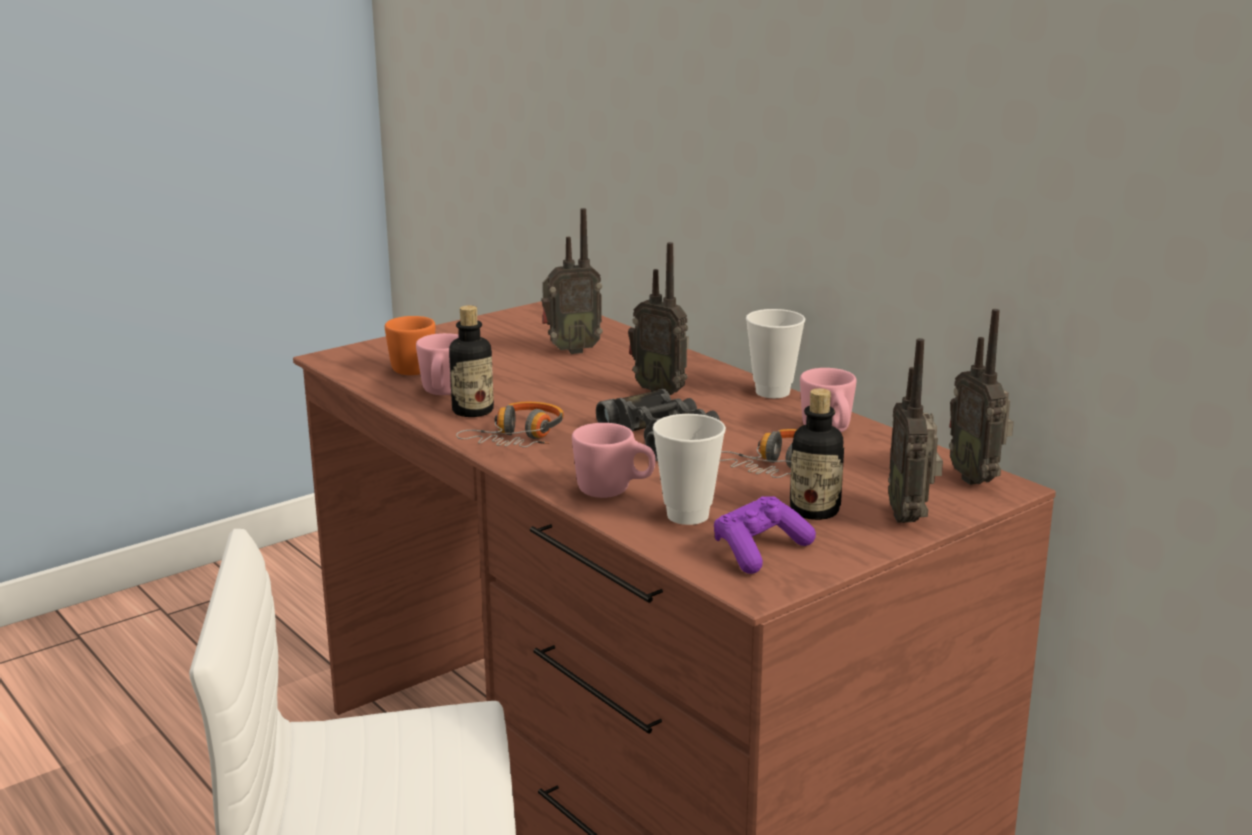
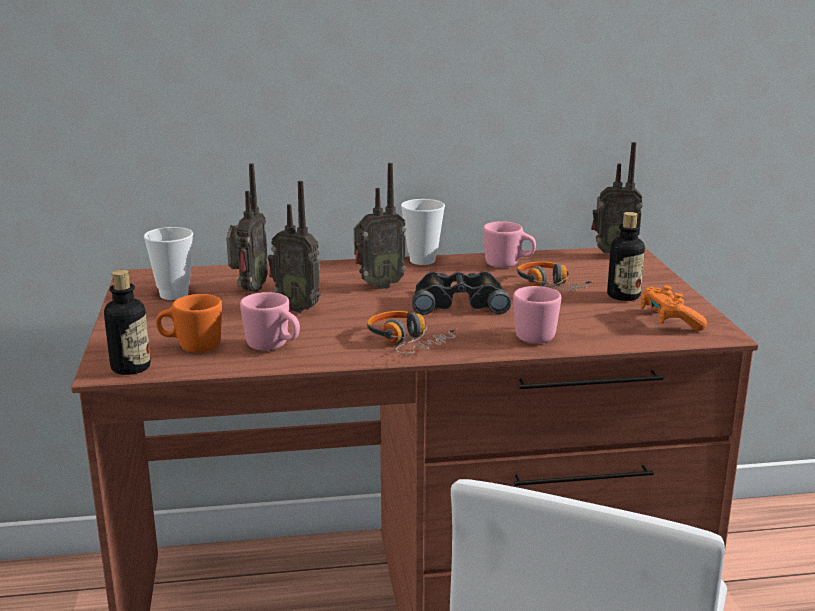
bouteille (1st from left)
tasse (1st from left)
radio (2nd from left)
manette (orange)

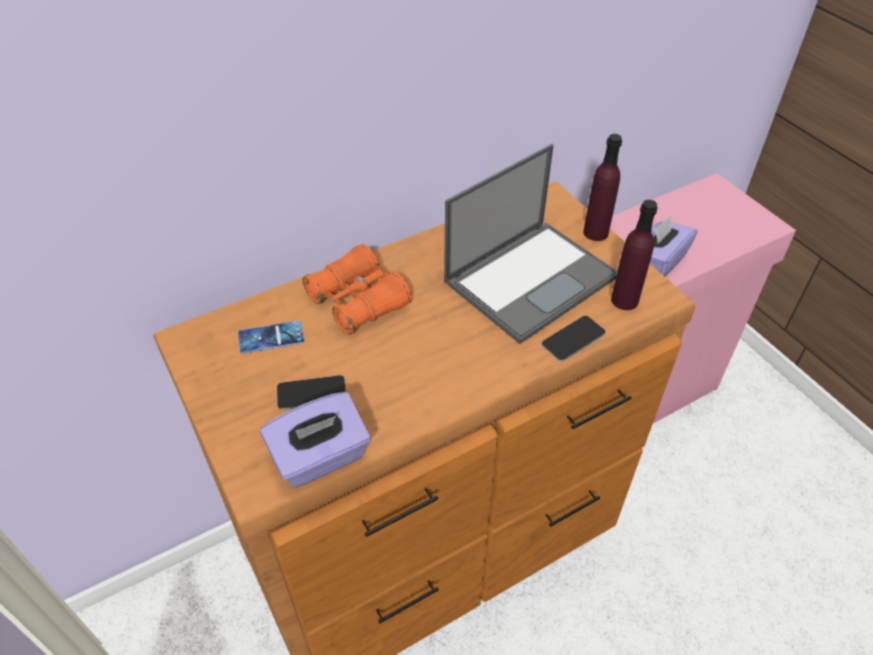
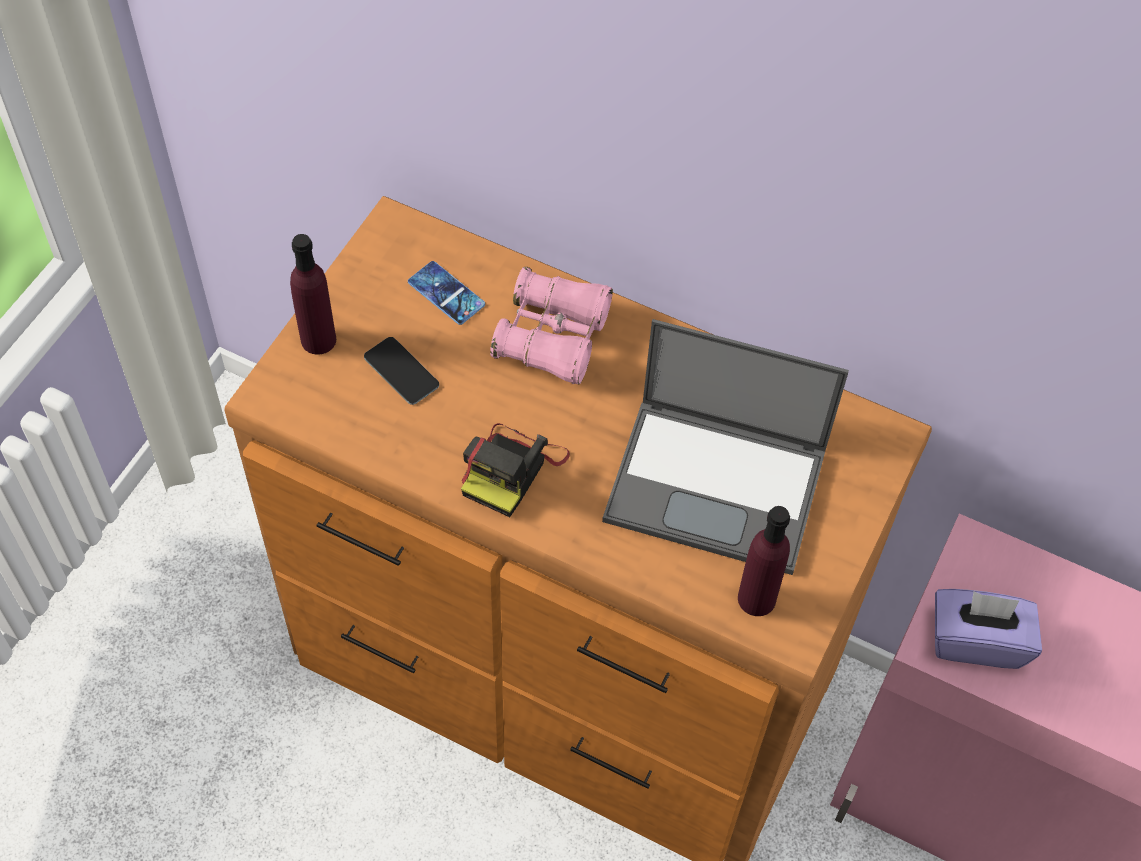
boîte à mouchoirs (violet) (1st from left in the first image)
téléphone (3rd from left in the first image)
appareil photo
bouteille (violet) (1st from left)
jumelles (rose)

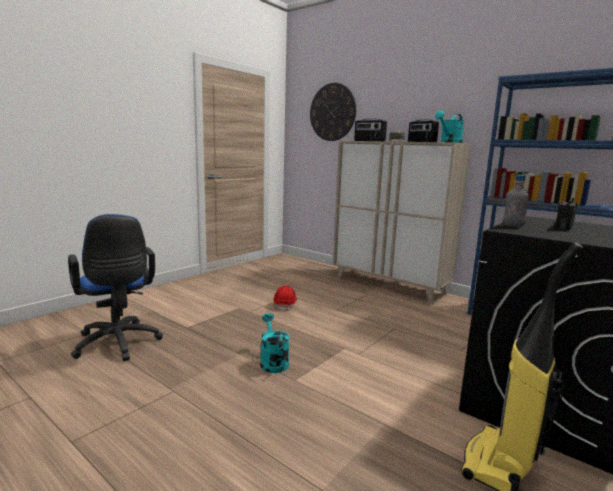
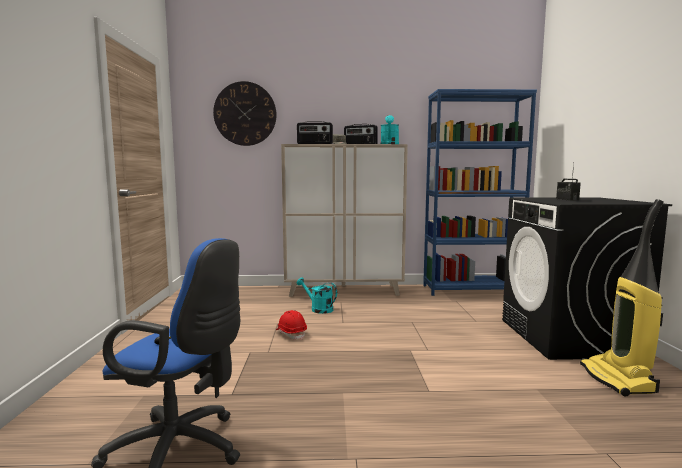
bouteille (gris)
arrosoir (turquoise) (1st from left)

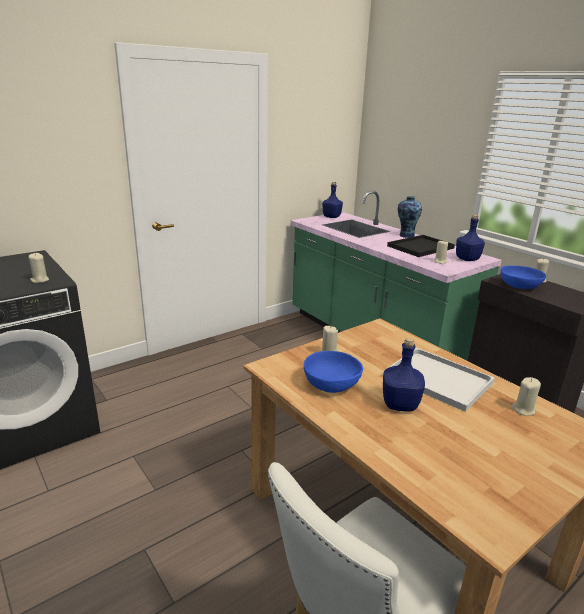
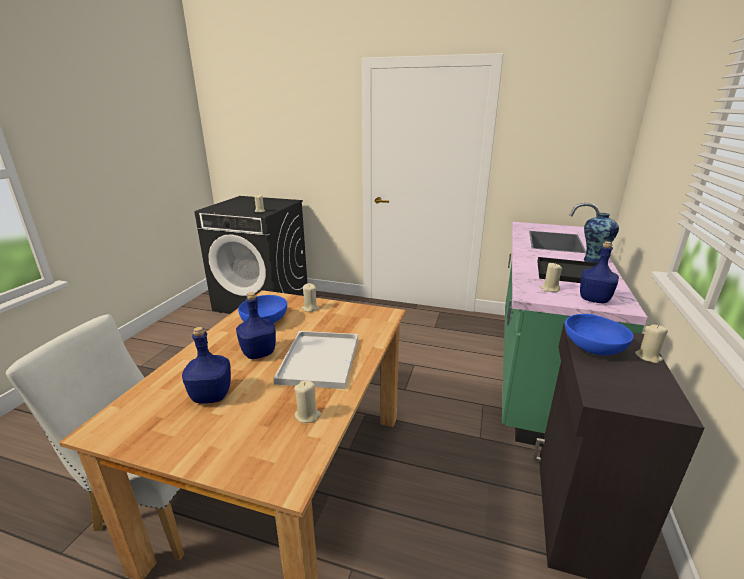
bouteille (bleu) (1st from left)

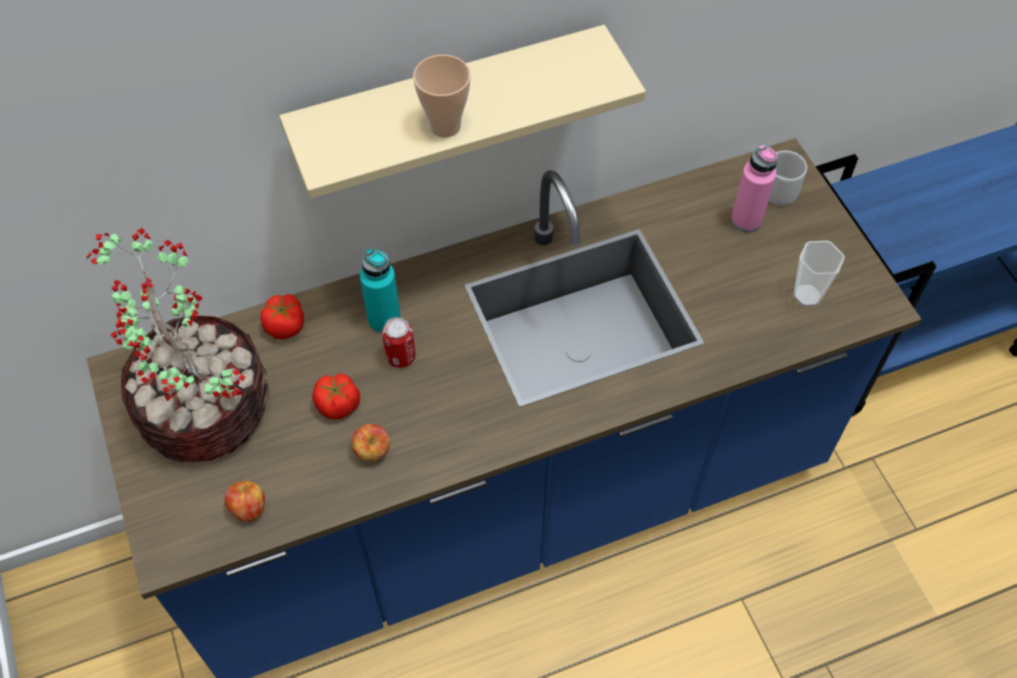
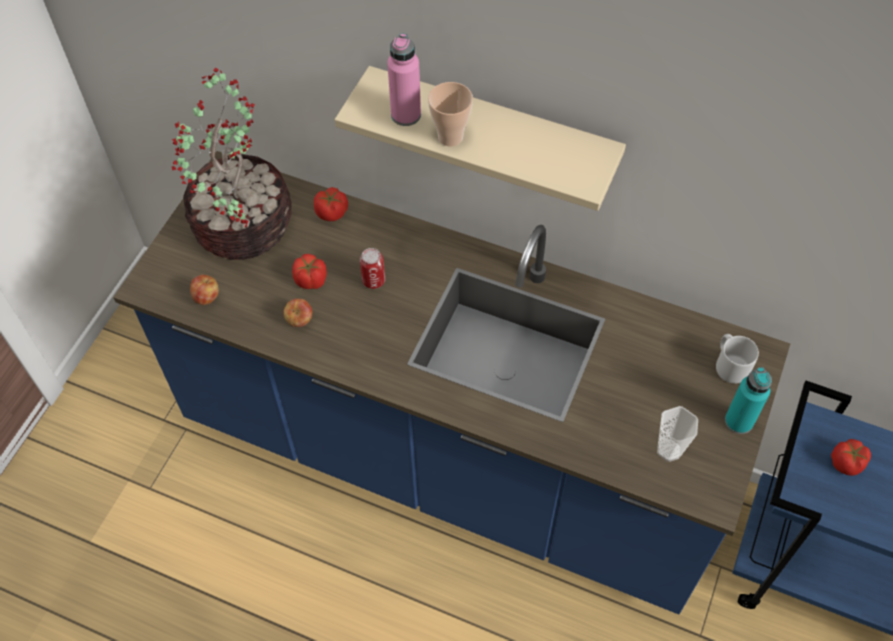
tomate (3rd from left)
bouteille (turquoise)
bouteille (rose)

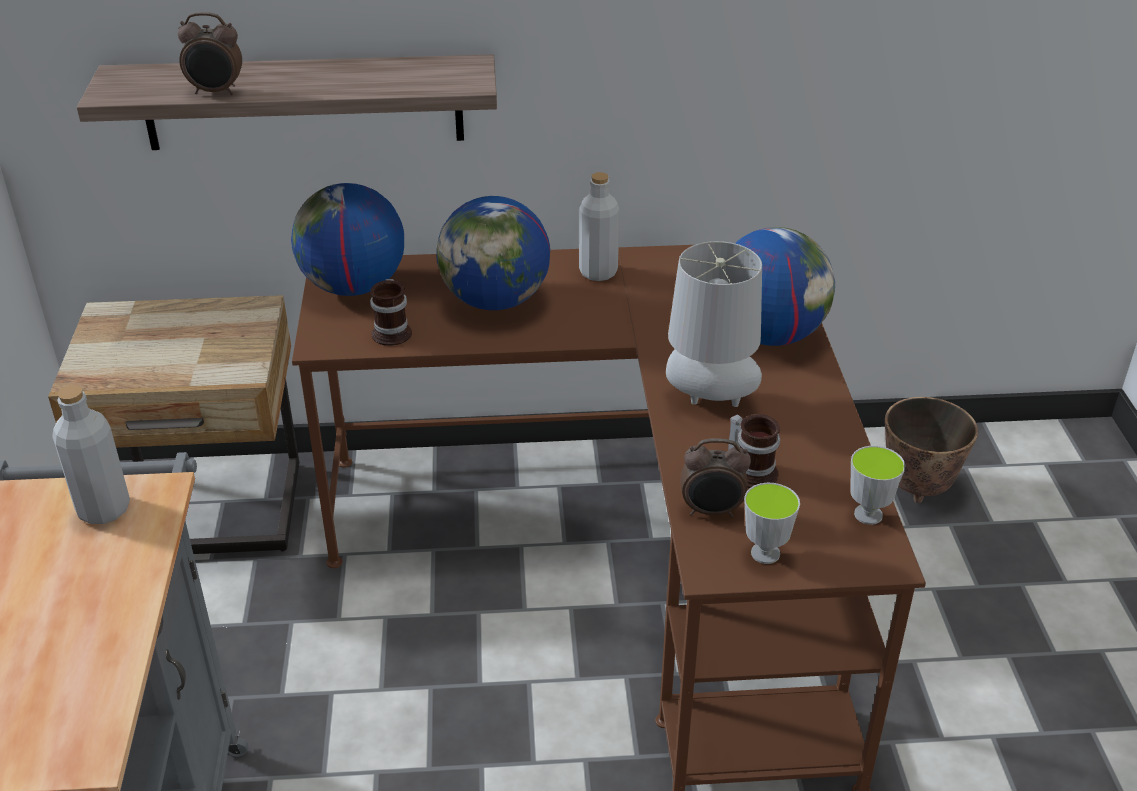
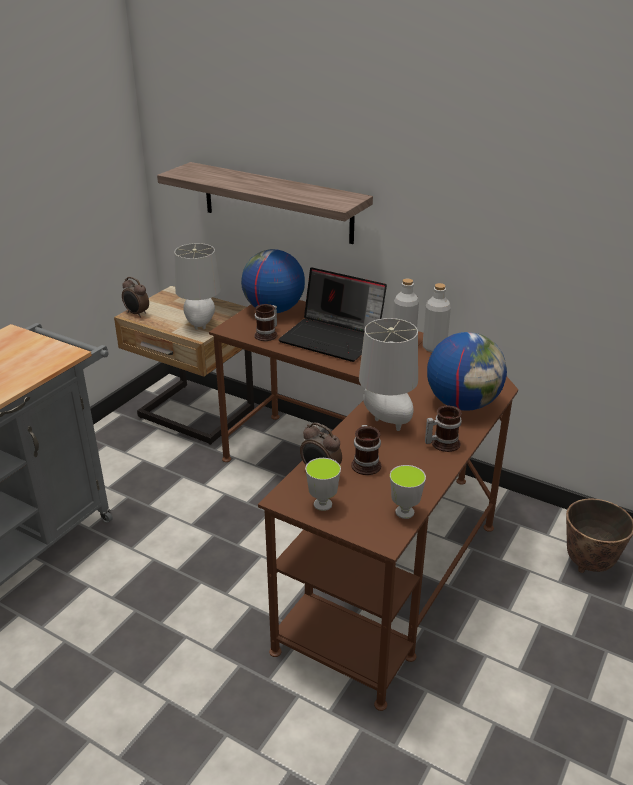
lampe de table (gris) (1st from left)
mug (3rd from left)
bouteille (gris) (2nd from left)
réveil (1st from left)
ordinateur portable

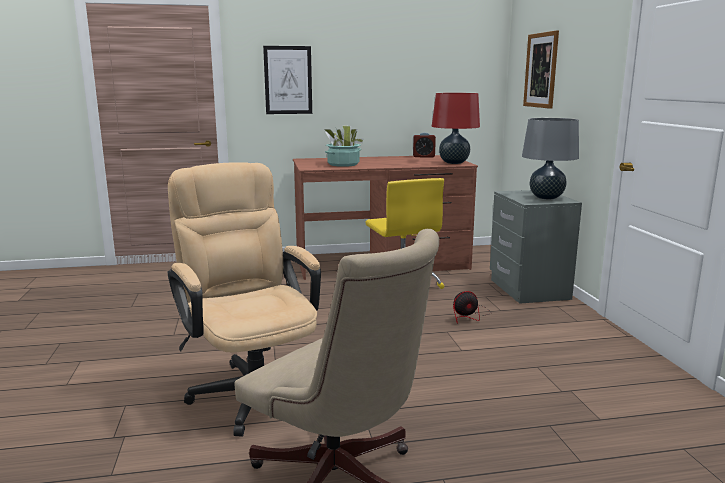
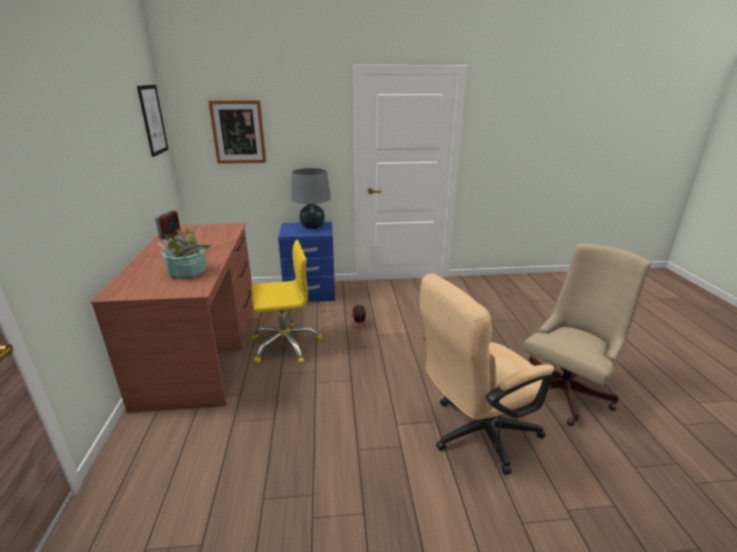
lampe de table (rouge)
tableau (1st from left)
table de chevet (bleu)

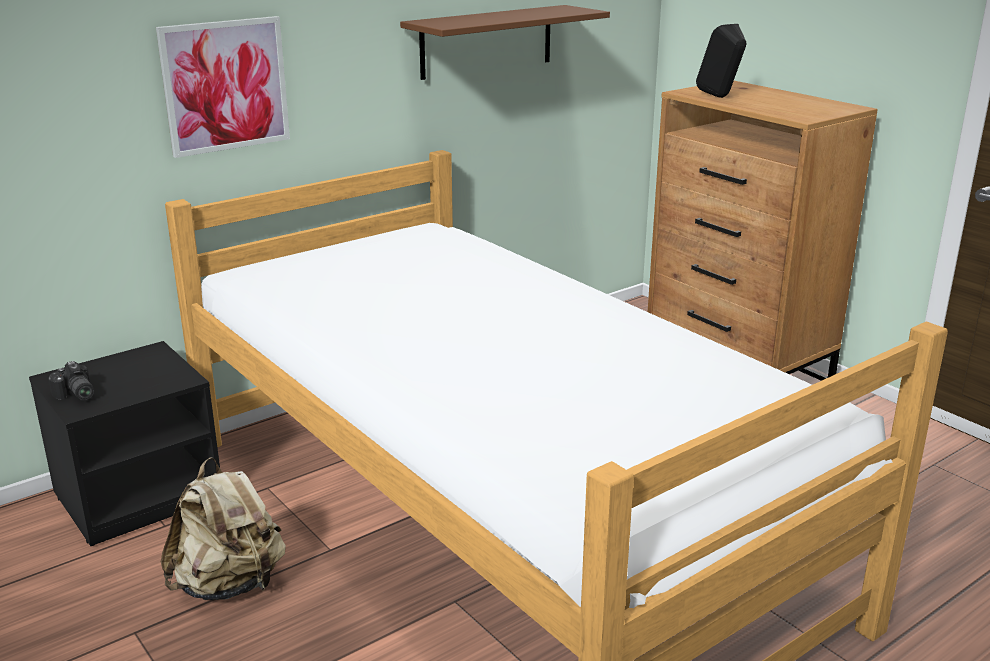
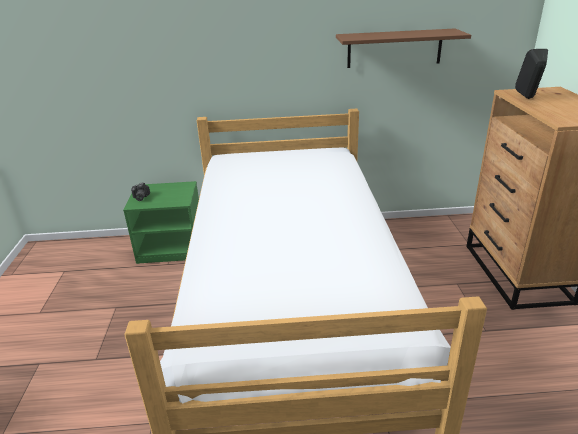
tableau
sac à dos (beige)
table de chevet (vert)

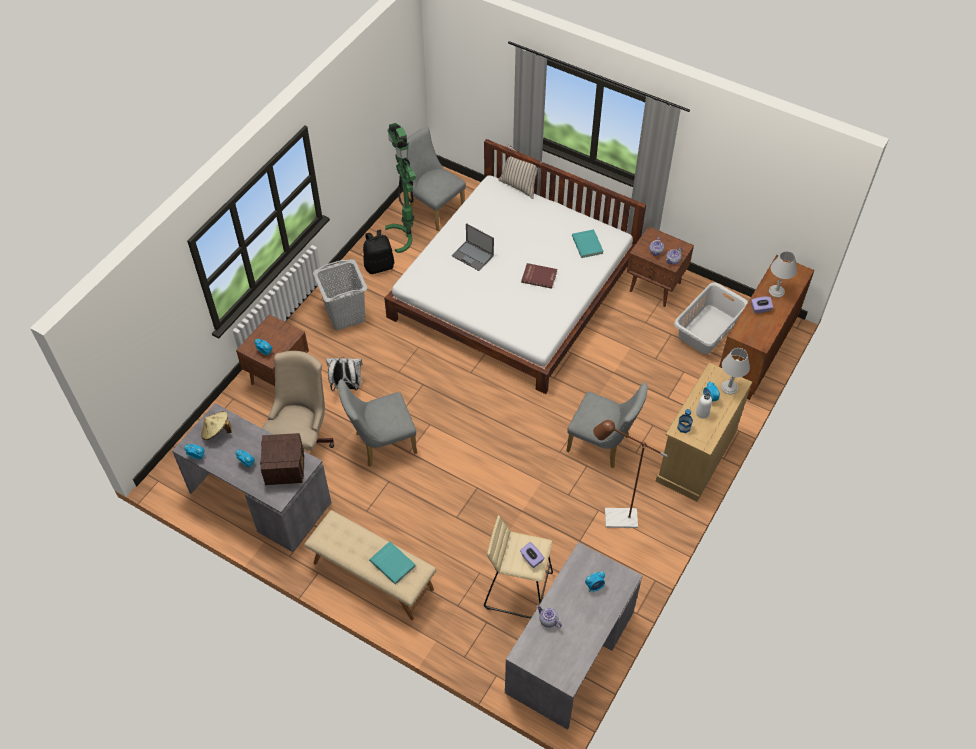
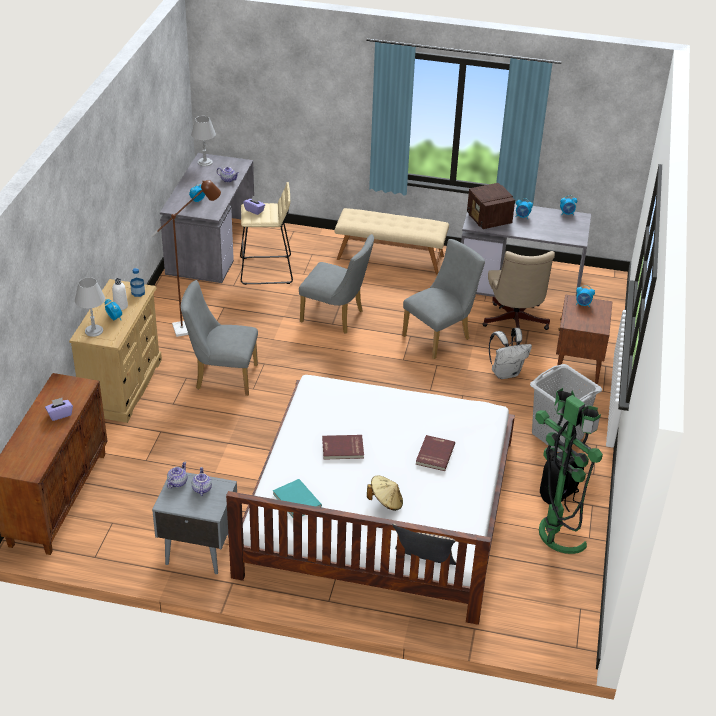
livre (turquoise) (1st from left in the first image)
panier à linge (gris) (2nd from left in the first image)
chapeau (beige)
chaise (gris) (2nd from left)
lampe de table (gris) (2nd from left)
livre (rouge) (2nd from left)
table de chevet (gris)

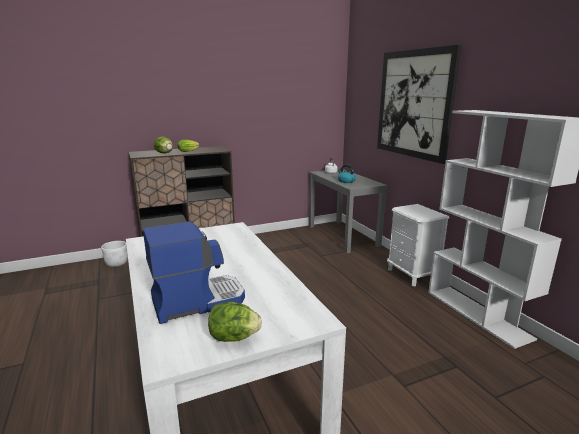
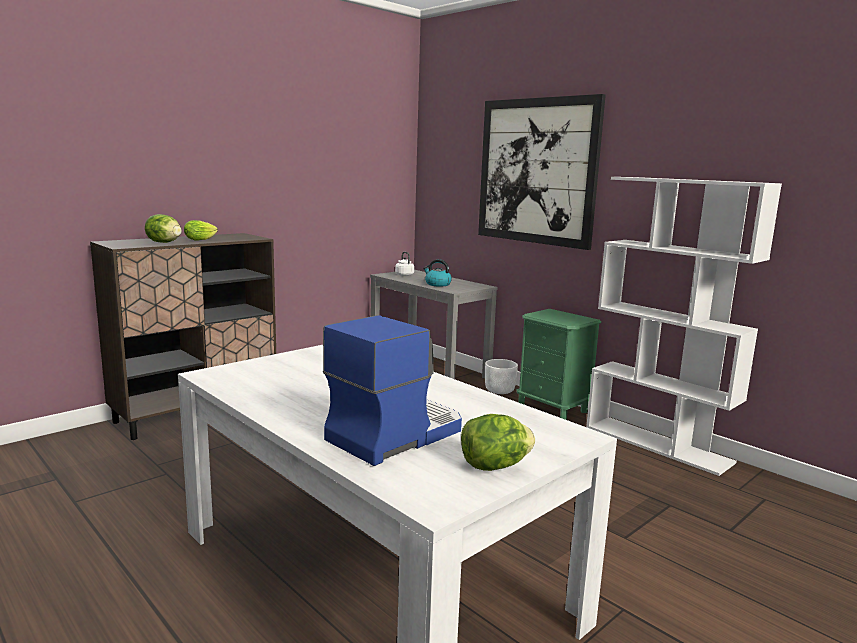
cache-pot (blanc)
table de chevet (vert)

